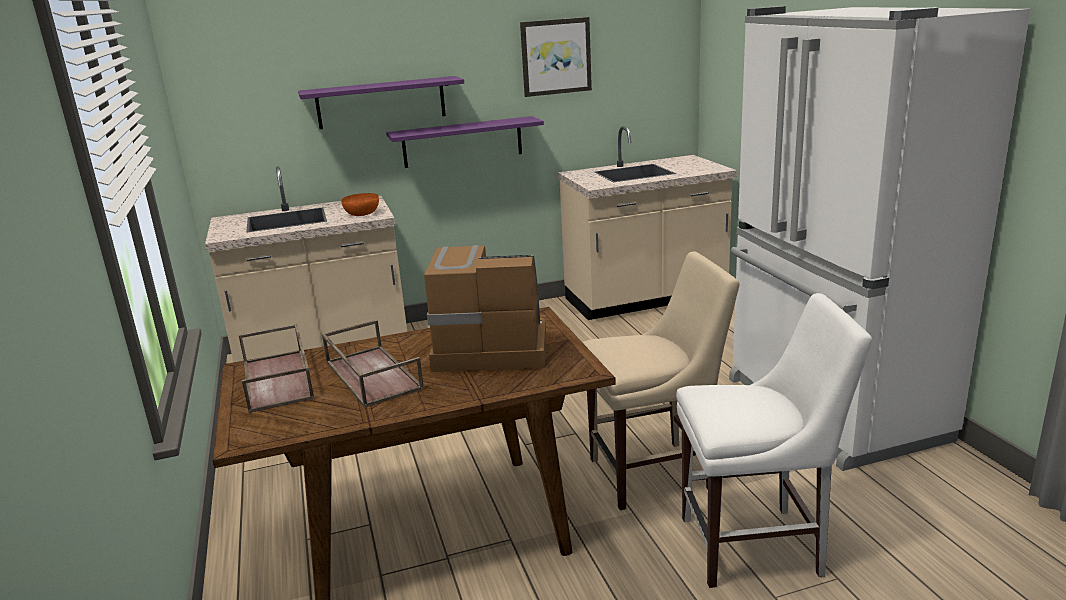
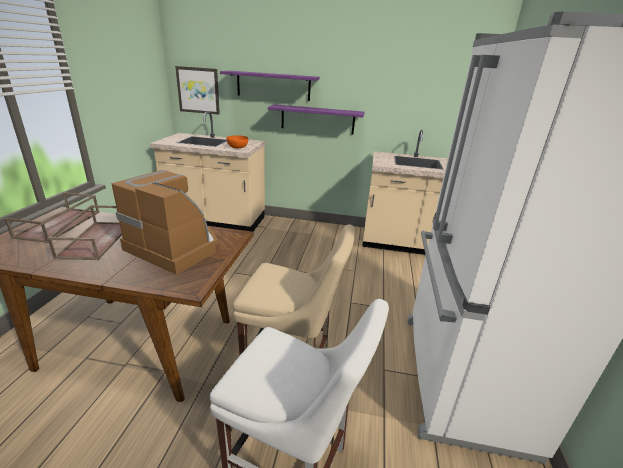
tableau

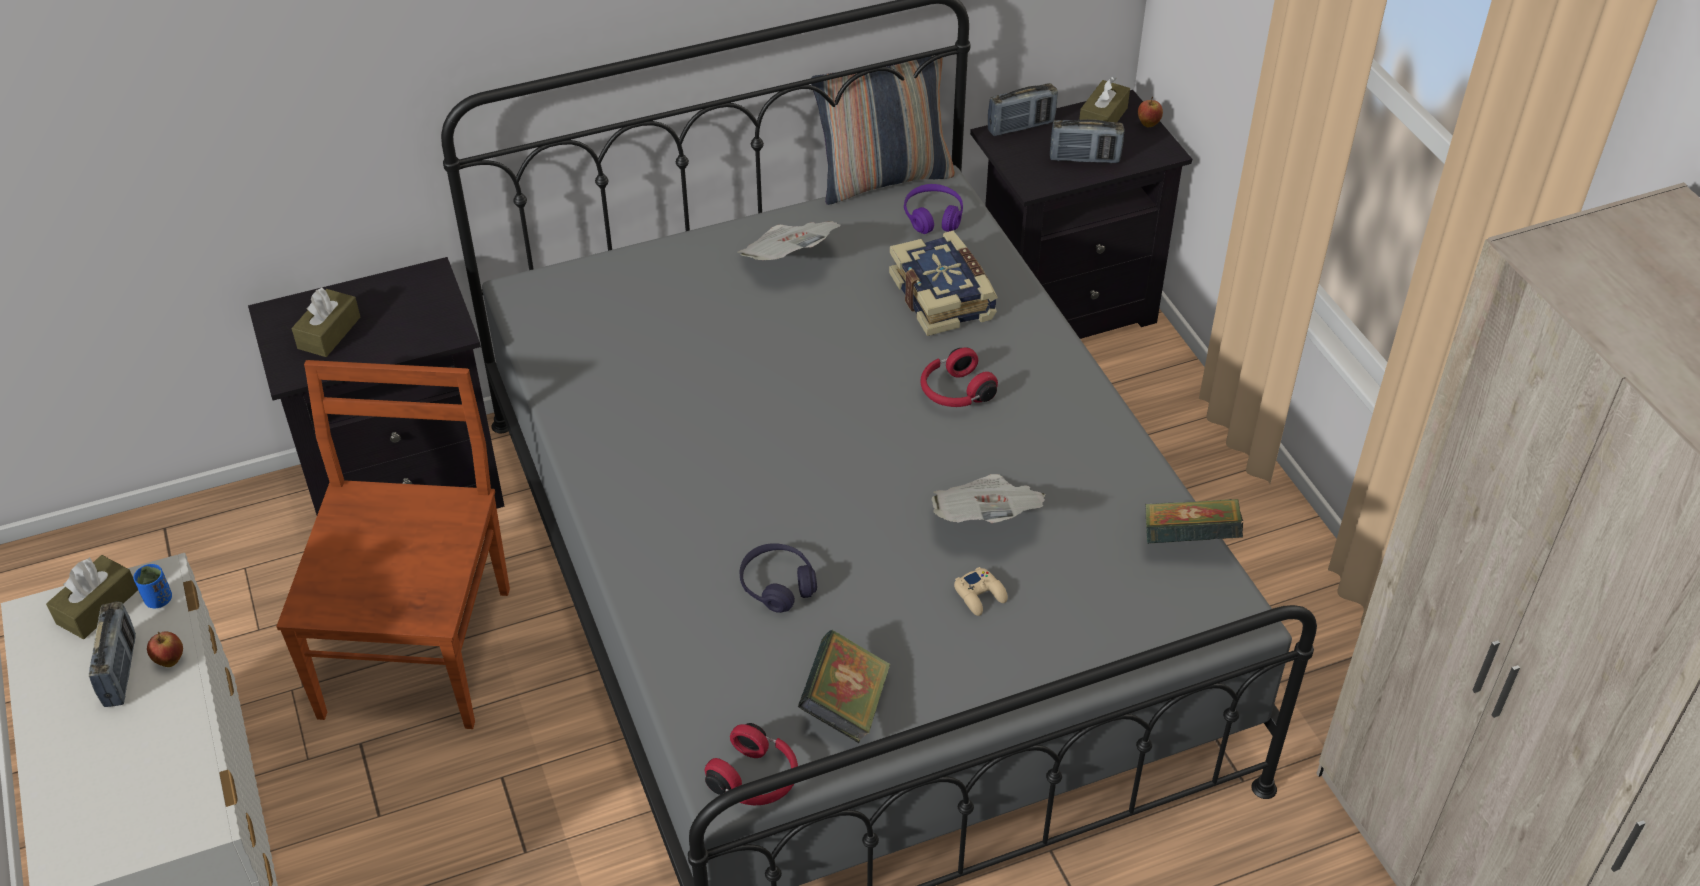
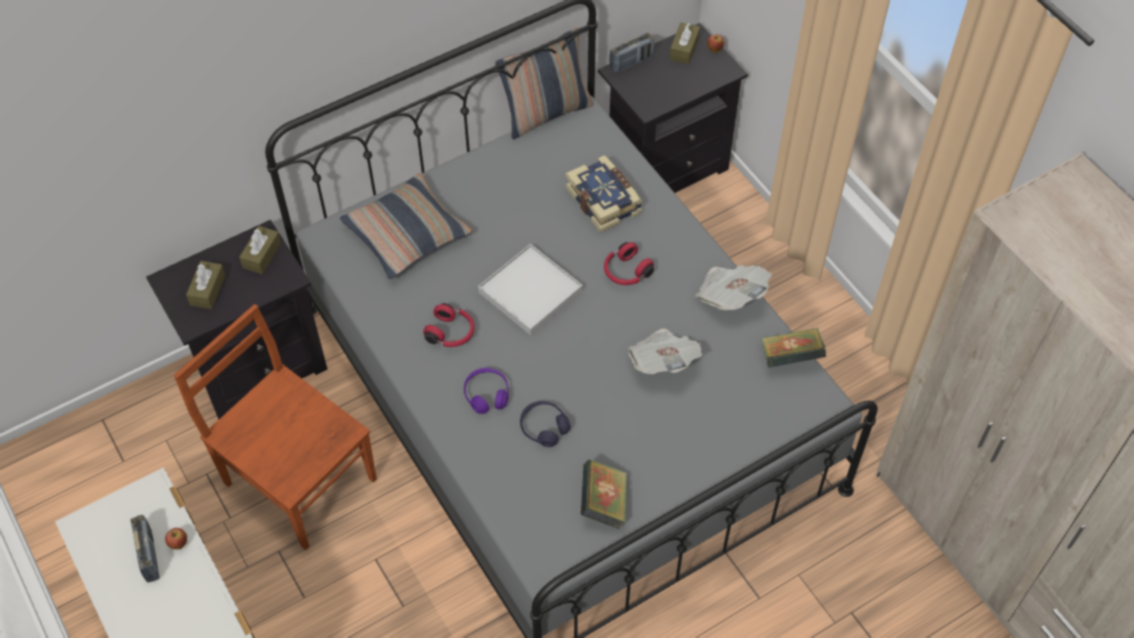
tasse (bleu)
manette (beige)
radio (3rd from left in the first image)
coussin (1st from left)
plateau (blanc)
boîte à mouchoirs (marron) (2nd from left)
casque audio (rouge) (1st from left)
journal (2nd from left)
casque audio (violet) (1st from left)
chaise (marron)

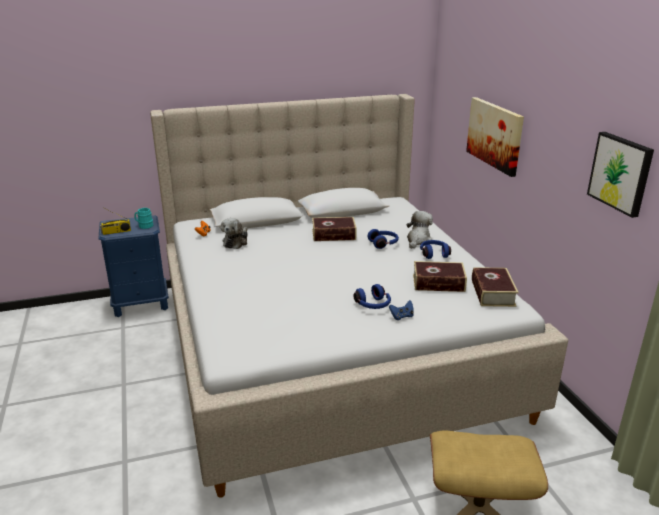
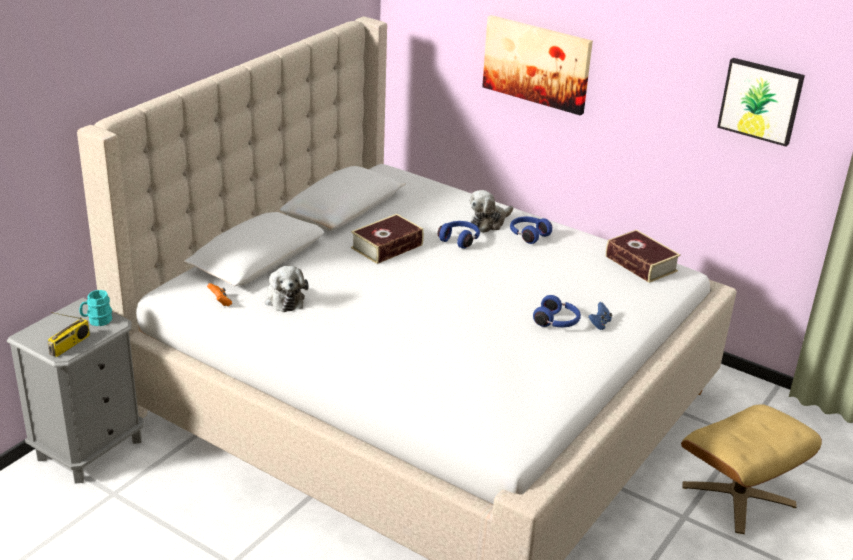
livre (2nd from left in the first image)
table de chevet (gris)
peluche (2nd from left)

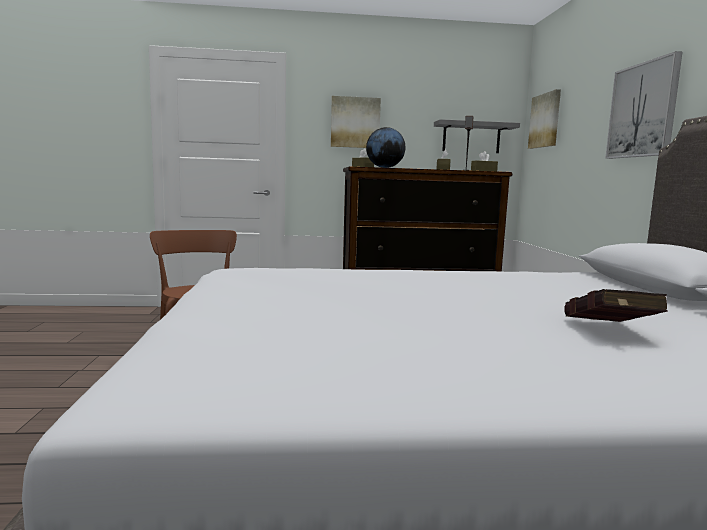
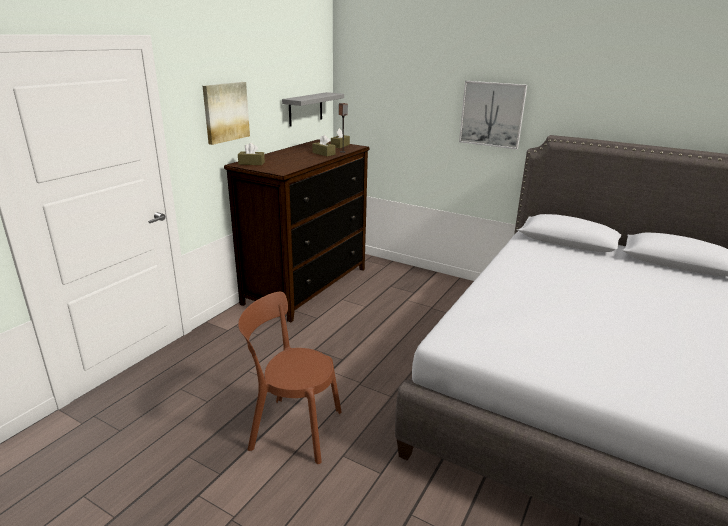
globe
tableau (2nd from left in the first image)
livre (rouge)

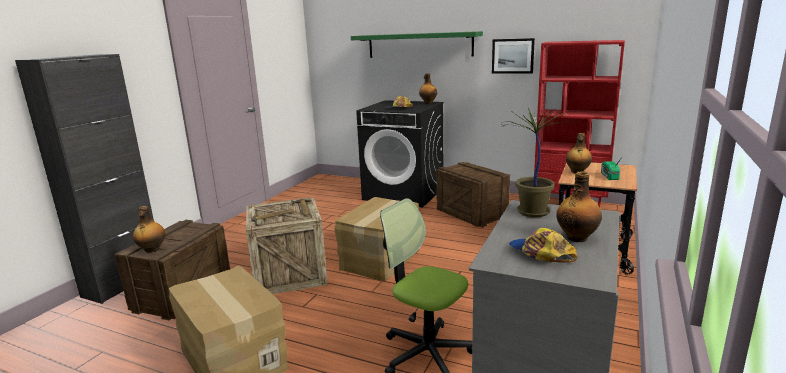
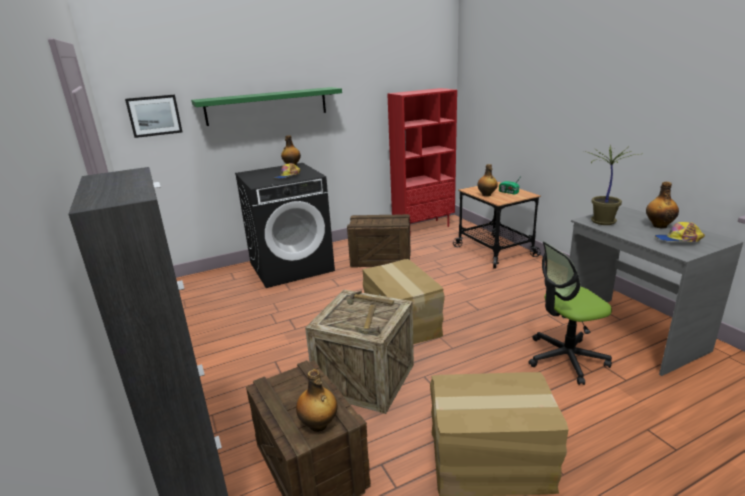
tableau

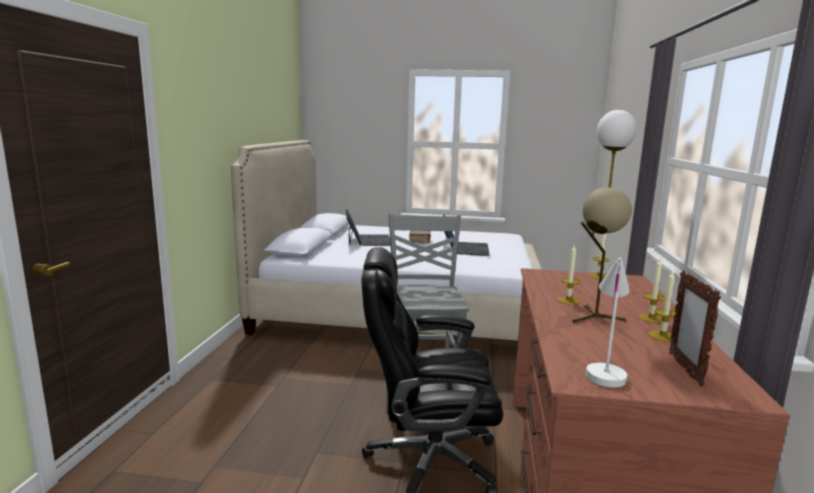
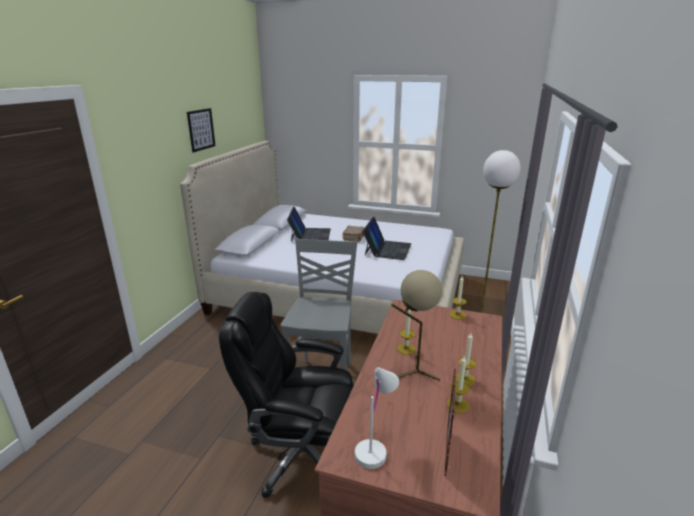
tableau

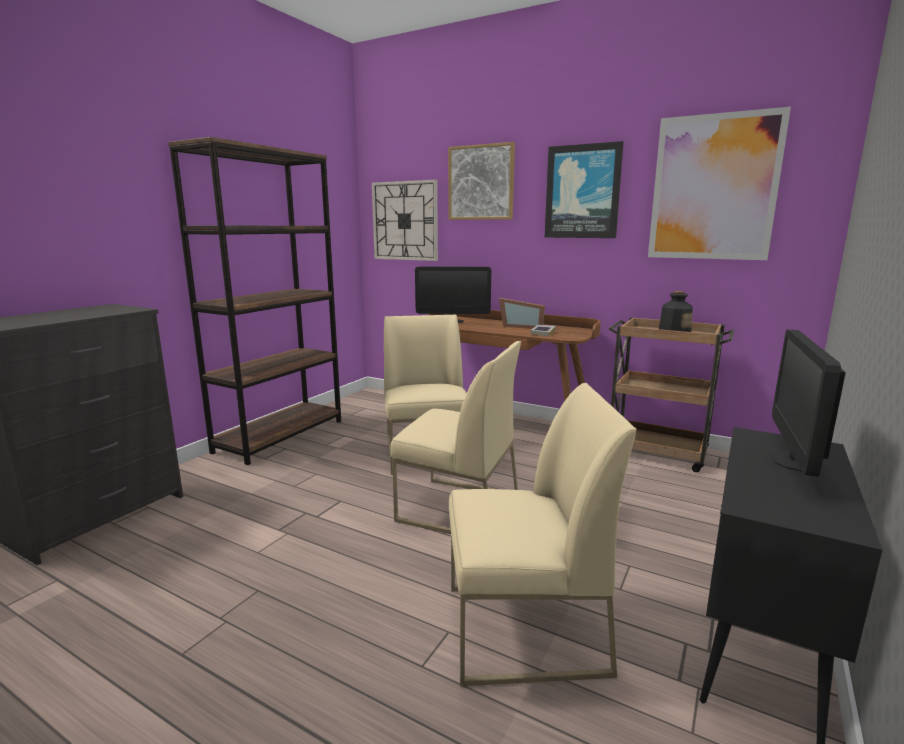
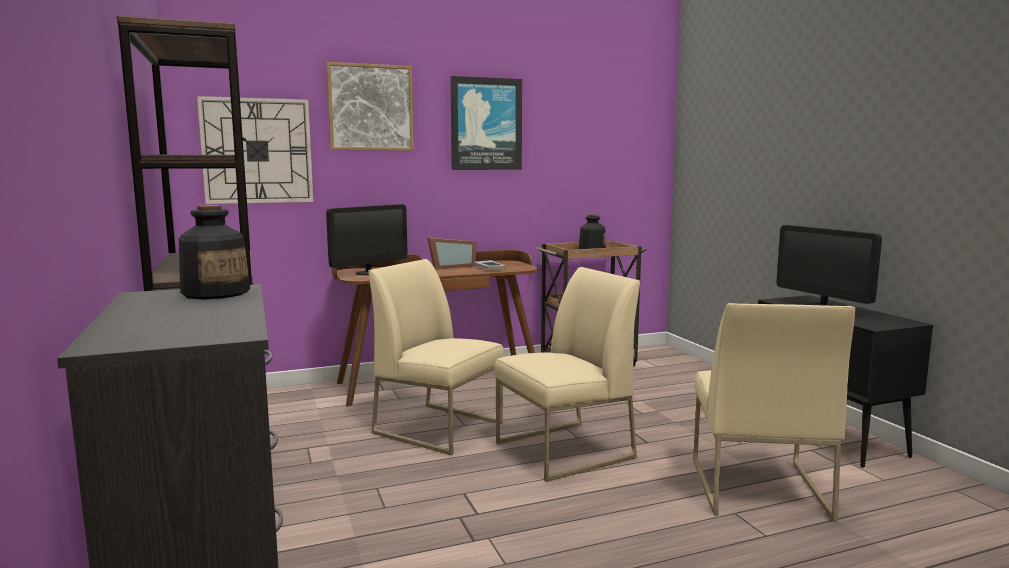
tableau (3rd from left in the first image)
bouteille (1st from left)
chaise (beige) (3rd from left)

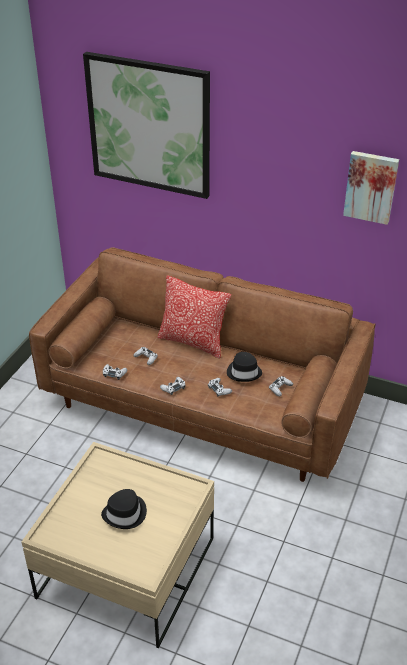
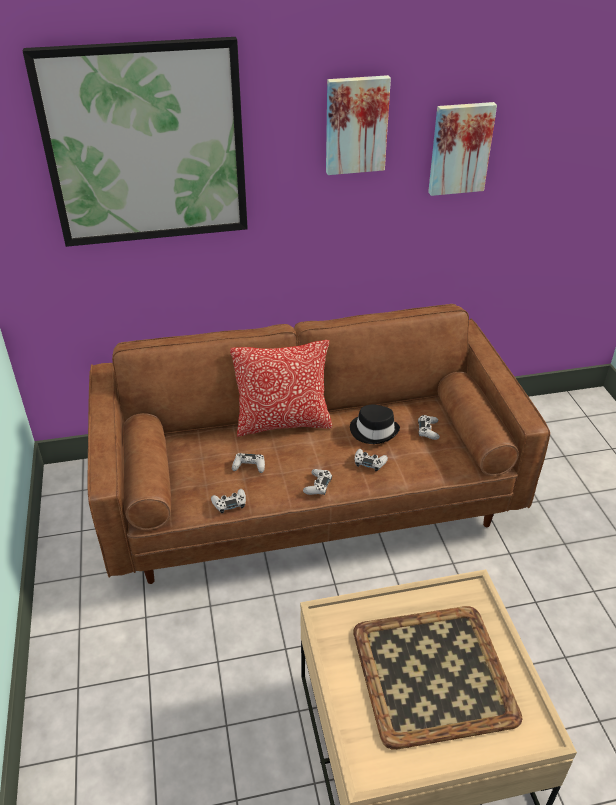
tableau (2nd from left)
plateau

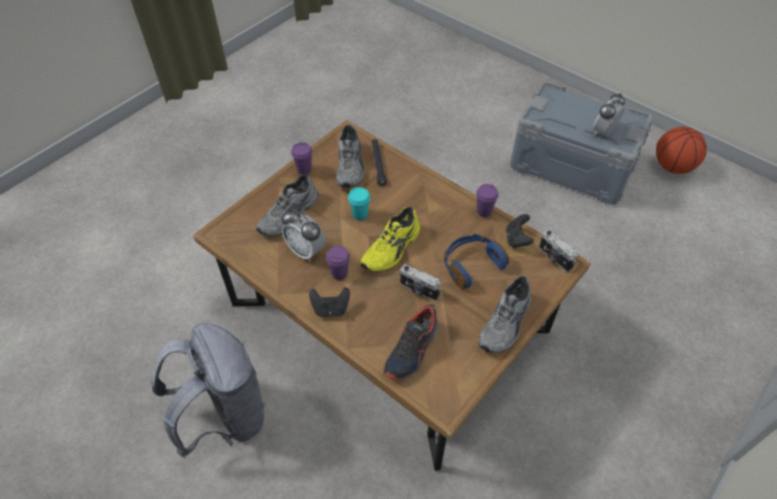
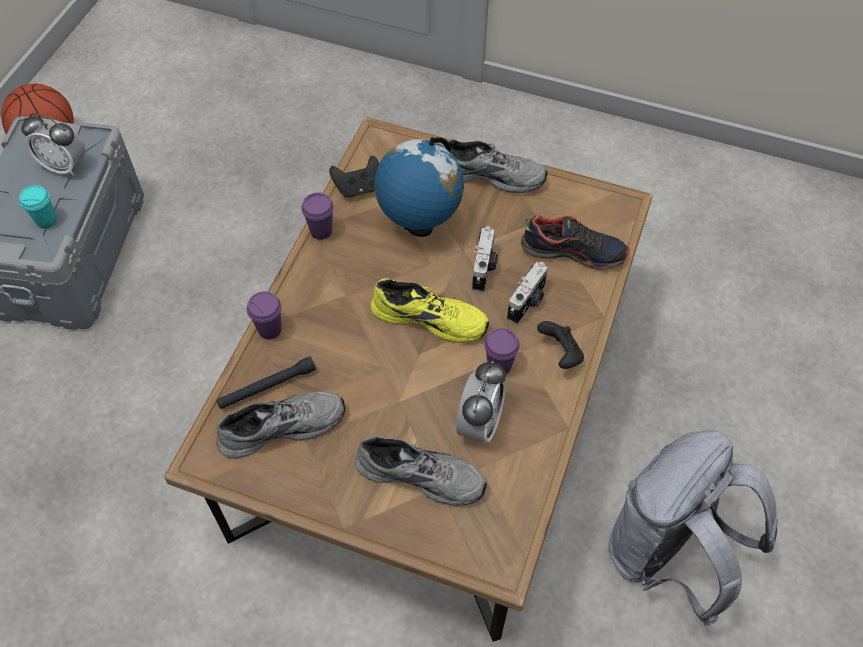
tasse (violet) (1st from left)
tasse (turquoise)
appareil photo (2nd from left)
globe

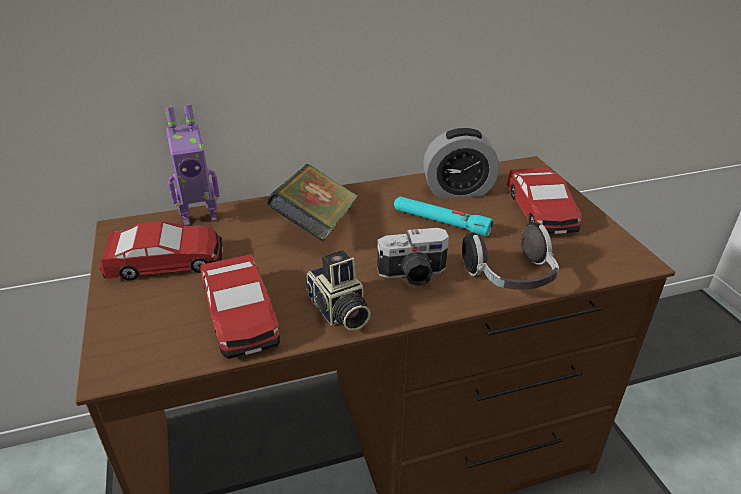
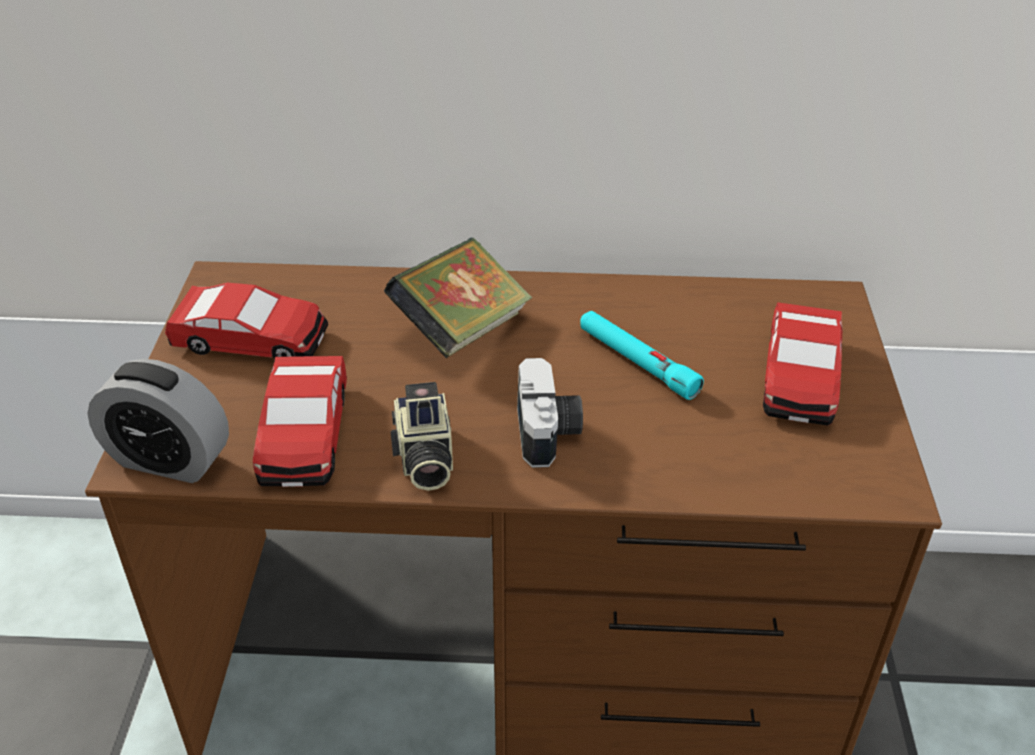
robot jouet
casque audio
réveil
appareil photo (2nd from left)

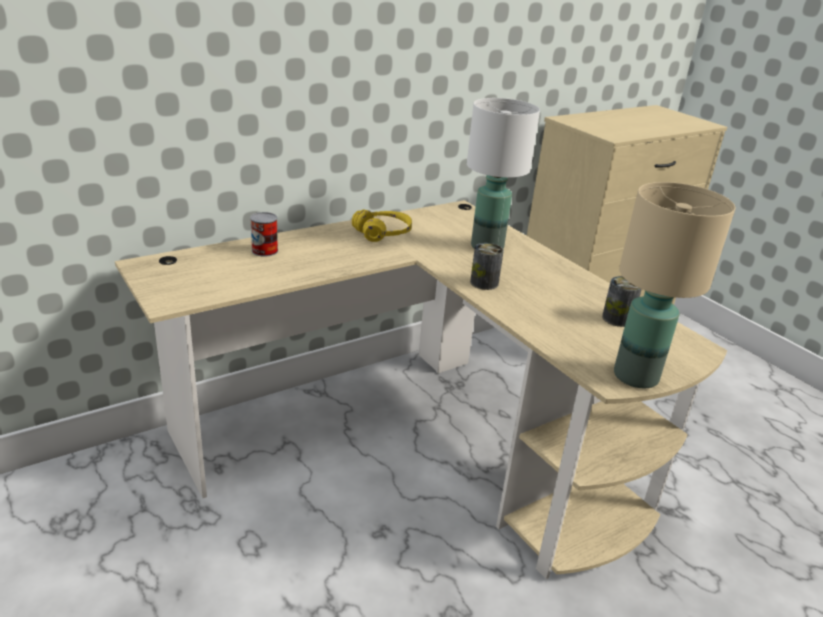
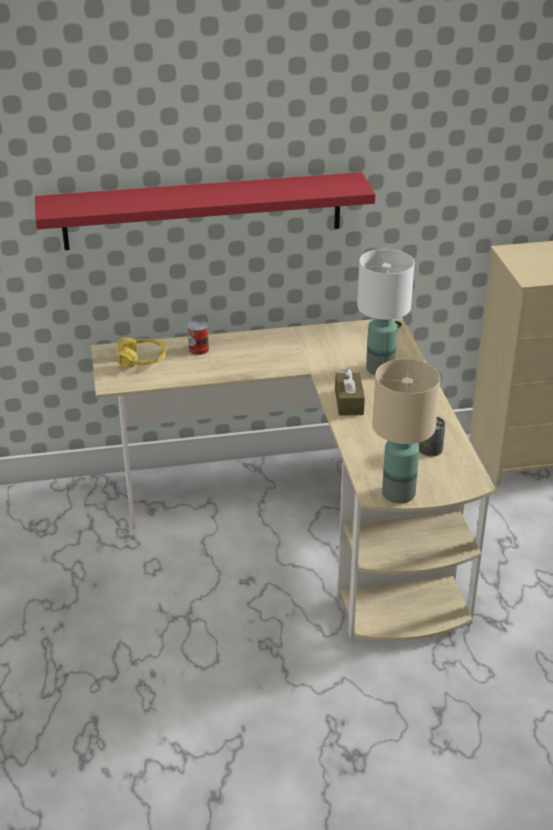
étagère (rouge)
casque audio (jaune)
boîte à mouchoirs (marron)

